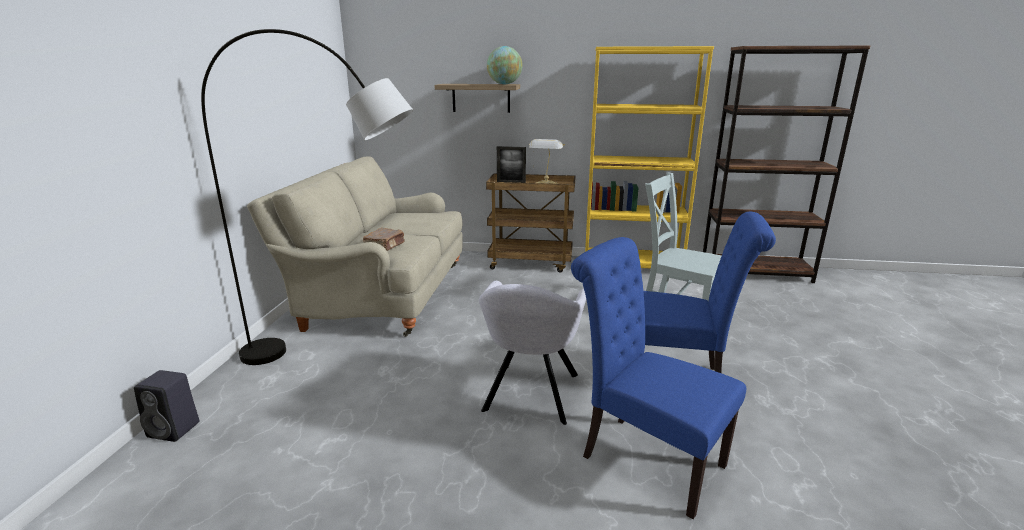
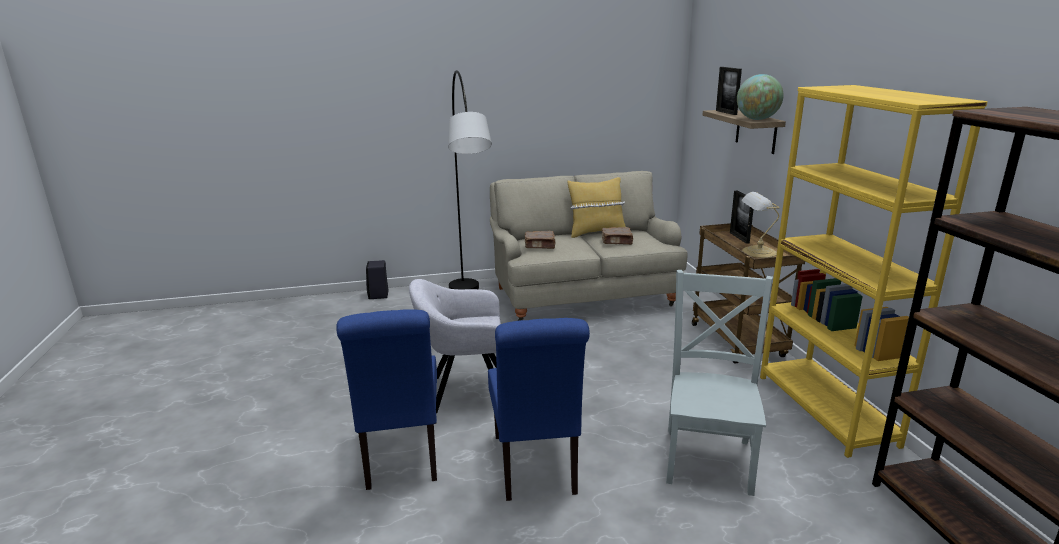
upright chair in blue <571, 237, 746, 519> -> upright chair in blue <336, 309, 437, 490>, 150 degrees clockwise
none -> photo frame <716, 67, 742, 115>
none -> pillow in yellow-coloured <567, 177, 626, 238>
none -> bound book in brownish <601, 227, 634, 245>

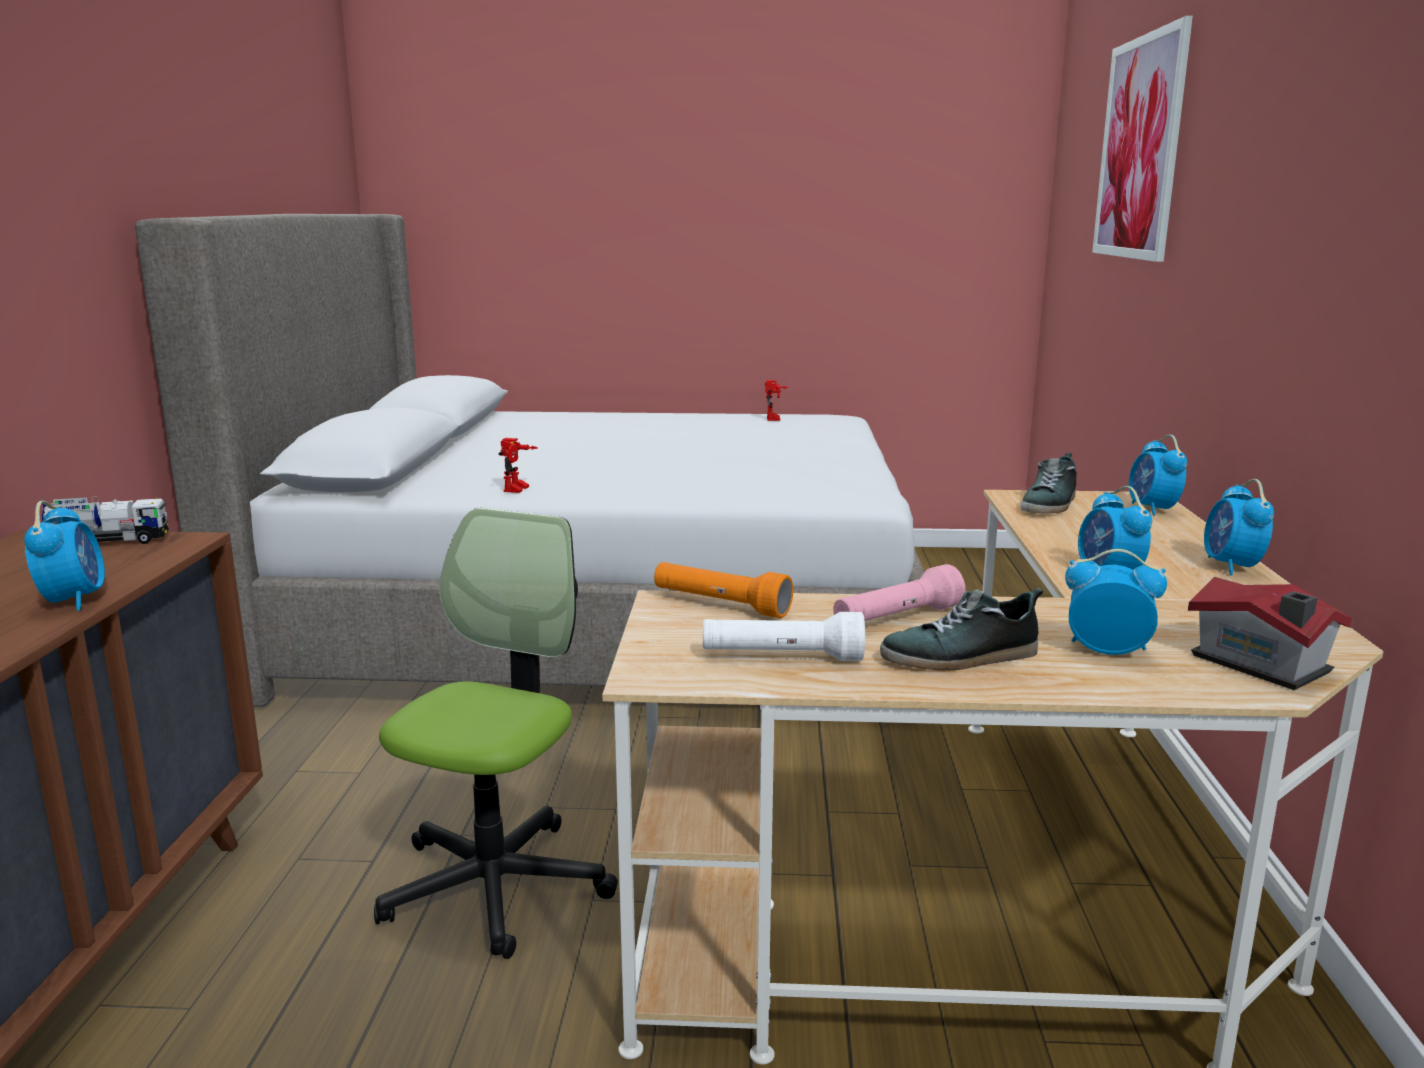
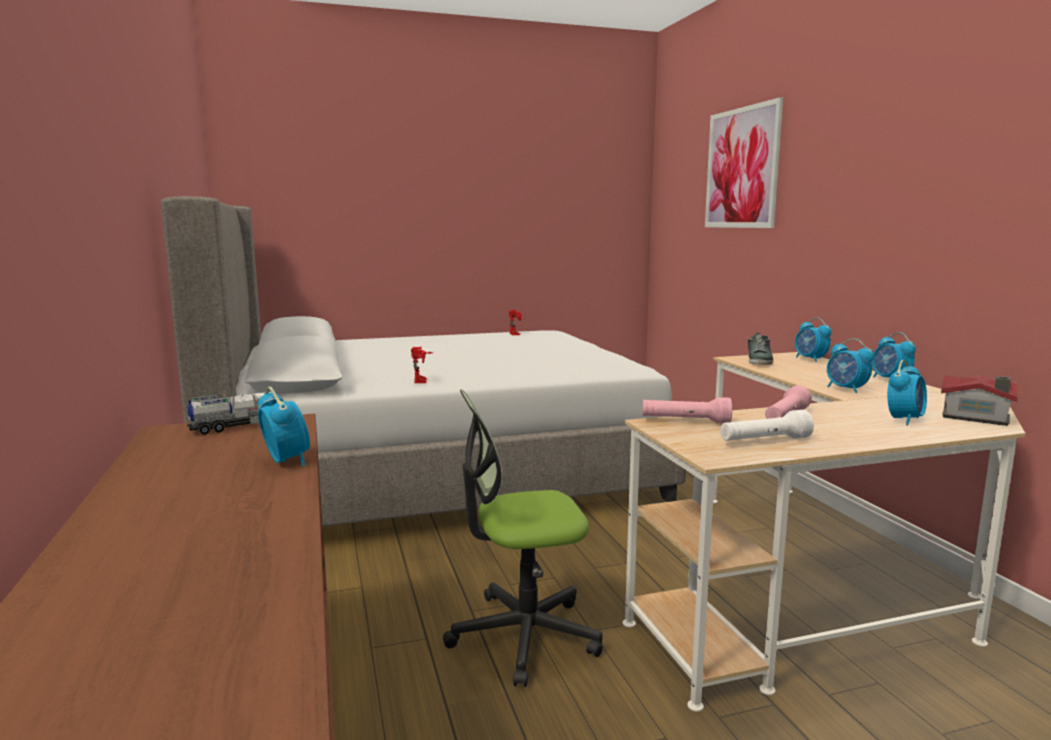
desk chair <374, 508, 618, 959> -> desk chair <443, 389, 603, 687>, 105 degrees counterclockwise
table clock <1065, 549, 1167, 655> -> table clock <887, 360, 927, 425>, 135 degrees clockwise
flashlight in orange-coloured <654, 562, 793, 618> -> flashlight in pinkish <642, 397, 732, 424>
low shoe <880, 588, 1043, 671> -> none

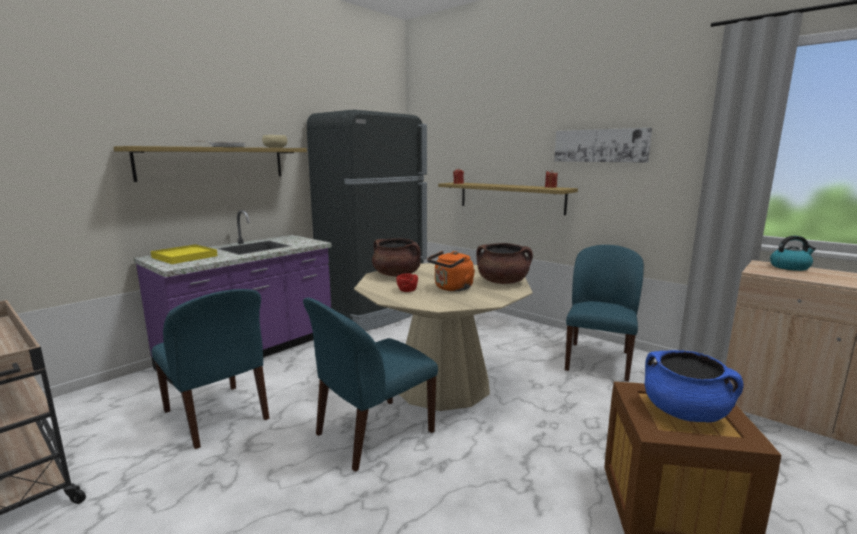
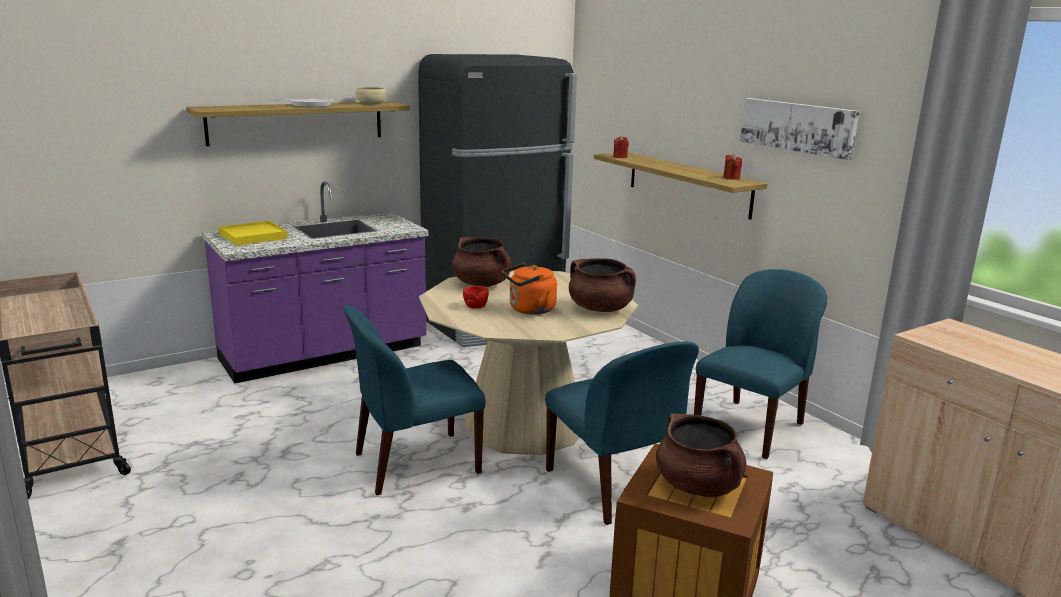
water kettle <770, 236, 816, 271> -> none
upright chair in blue <152, 289, 269, 449> -> upright chair in blue <545, 342, 699, 525>, move
saucepot in blue <645, 350, 743, 422> -> saucepot in brownish <656, 414, 746, 497>

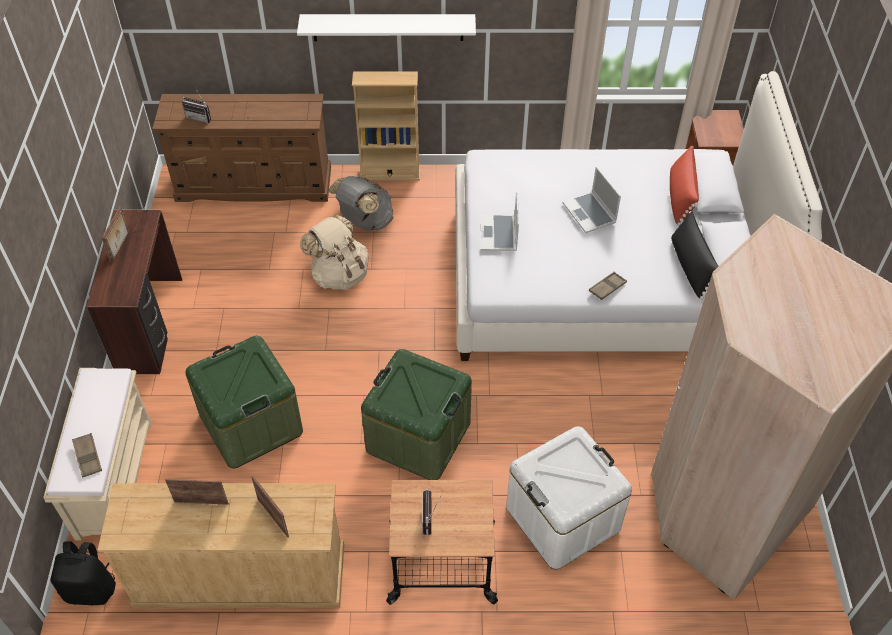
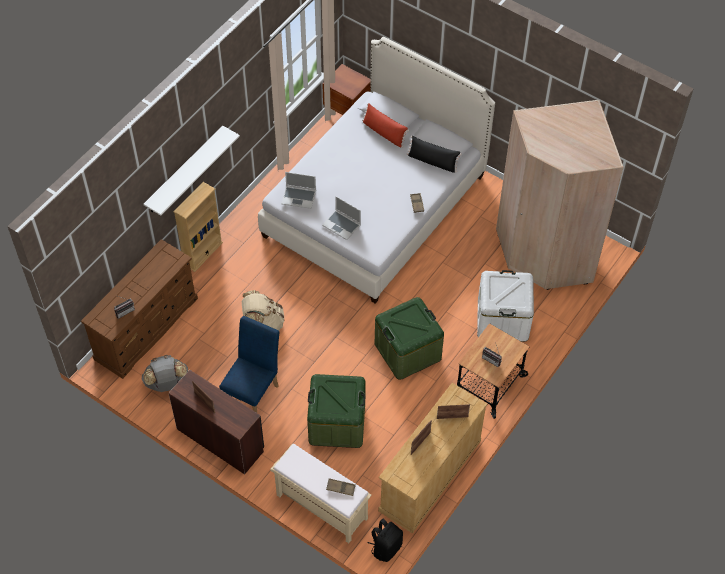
portable computer <563, 167, 621, 233> -> portable computer <281, 172, 316, 209>, move
knapsack in greyish <328, 176, 393, 231> -> knapsack in greyish <142, 355, 188, 392>, move
none -> upright chair in blue <219, 316, 279, 413>

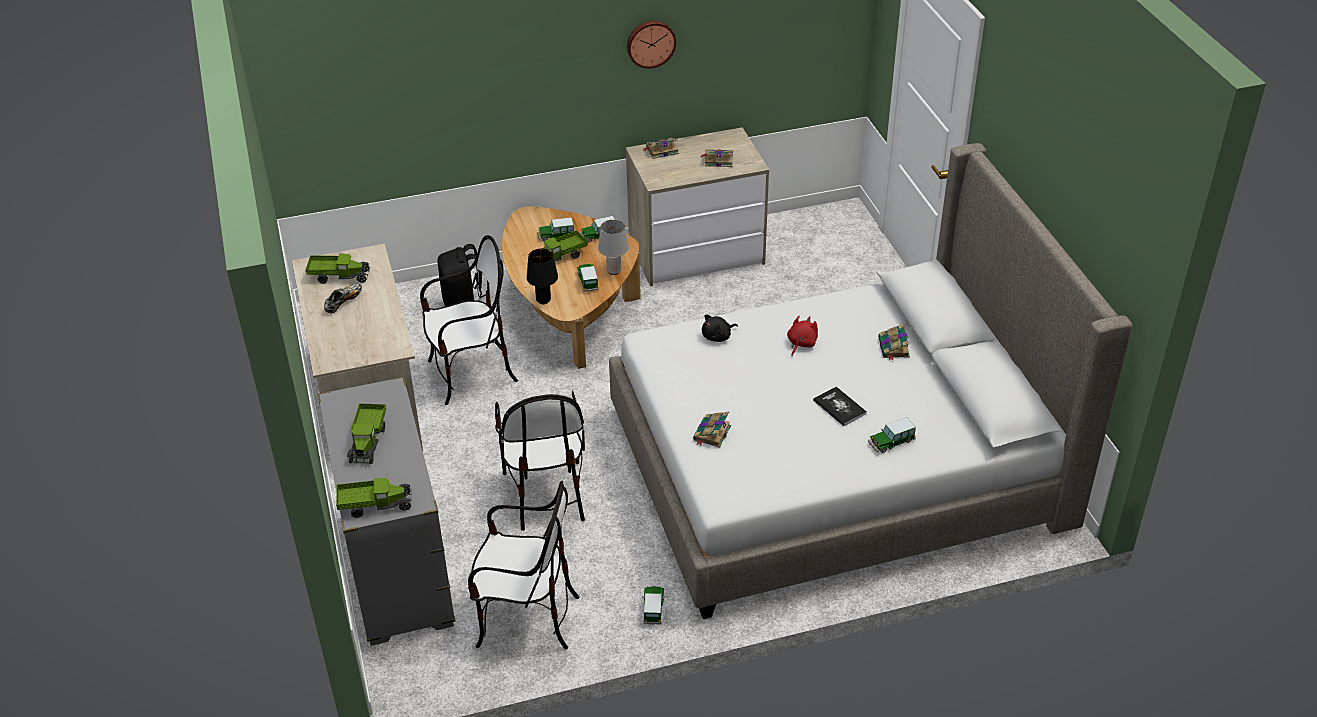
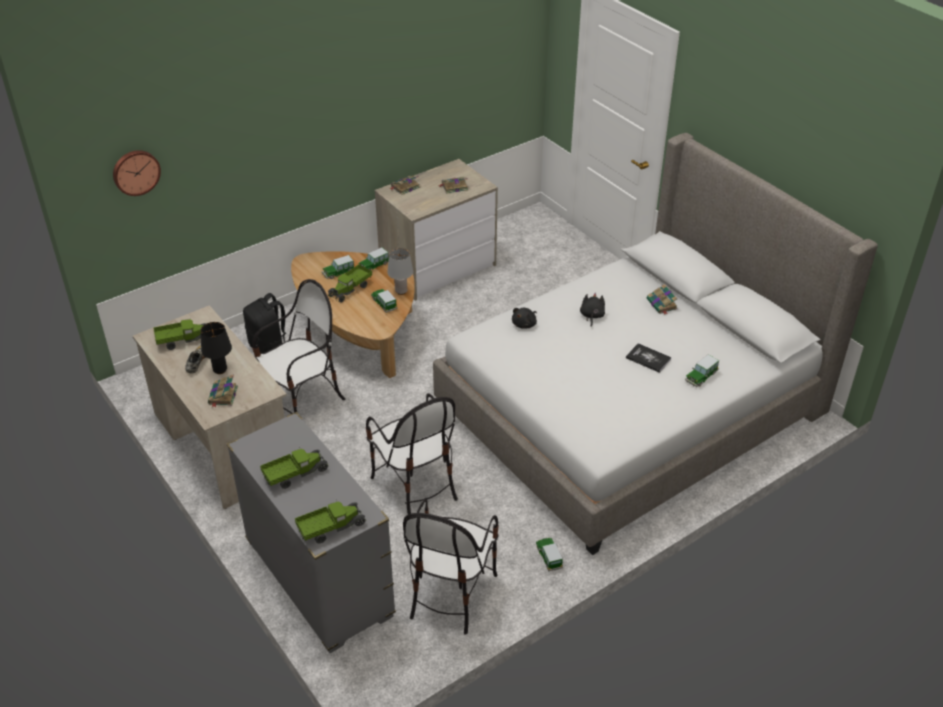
hanging clock <627, 21, 676, 69> -> hanging clock <113, 150, 161, 196>, move
table lamp in blackish <527, 249, 558, 304> -> table lamp in blackish <201, 322, 232, 374>, move
plush toy in reddish <787, 316, 818, 356> -> plush toy in blackish <580, 293, 605, 327>
toy truck <347, 403, 386, 464> -> toy truck <260, 447, 329, 489>, 105 degrees counterclockwise
bound book <693, 412, 731, 448> -> bound book <208, 375, 238, 408>, move
upright chair <468, 481, 579, 649> -> upright chair <403, 498, 499, 635>, 120 degrees clockwise

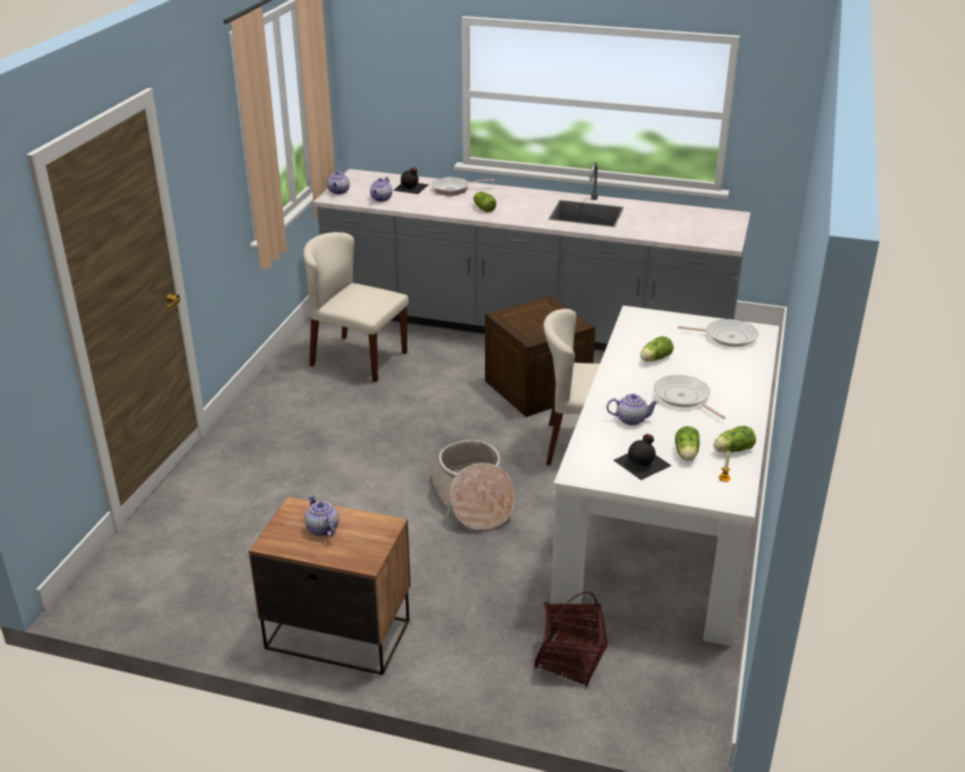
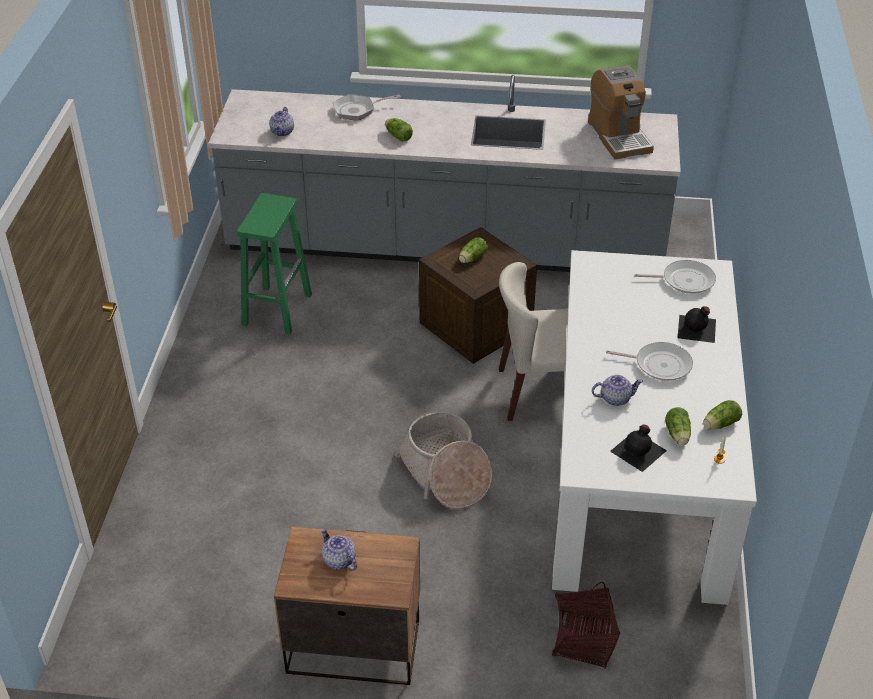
beverage bottle in blackish <393, 167, 428, 194> -> beverage bottle in blackish <677, 306, 716, 343>, move
tea pot <327, 170, 350, 194> -> none
upright chair in sand-coloured <303, 232, 409, 382> -> stool in greenish <237, 193, 312, 335>
head of lettuce <640, 336, 674, 362> -> head of lettuce <459, 237, 488, 263>, move
pan <654, 375, 726, 419> -> pan <606, 342, 693, 381>, 150 degrees clockwise
none -> coffee brewer <588, 65, 654, 159>

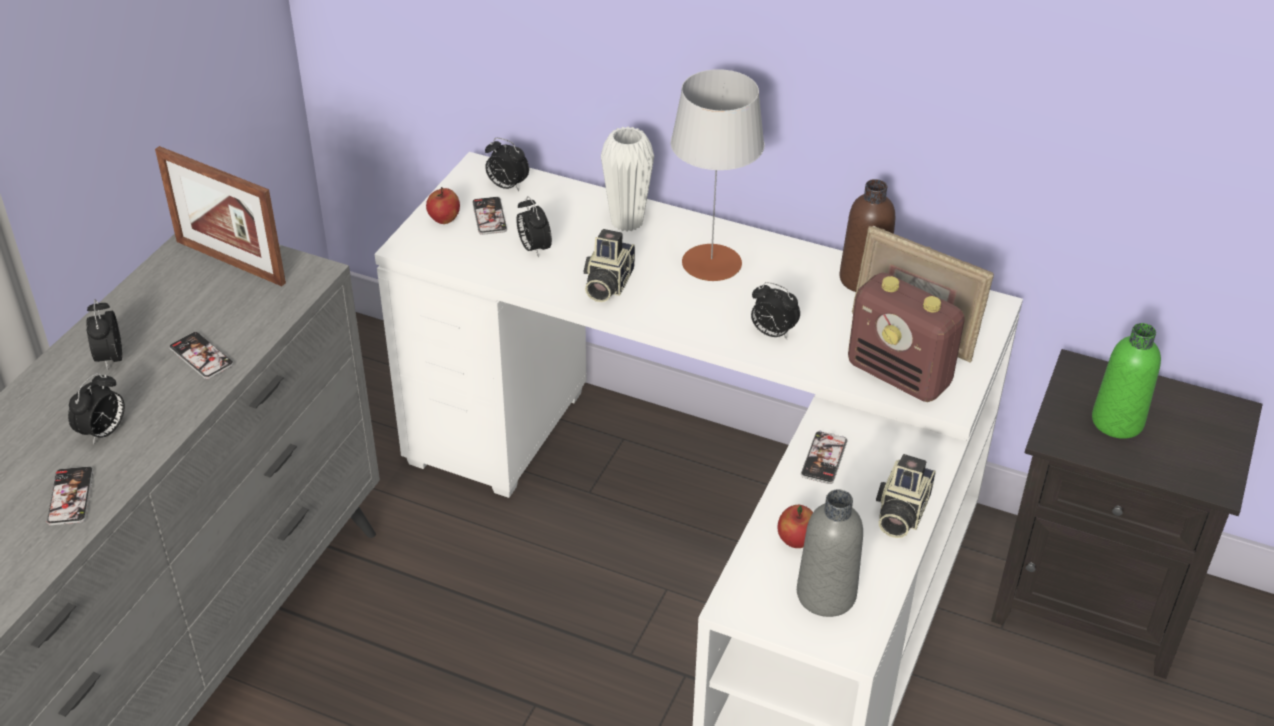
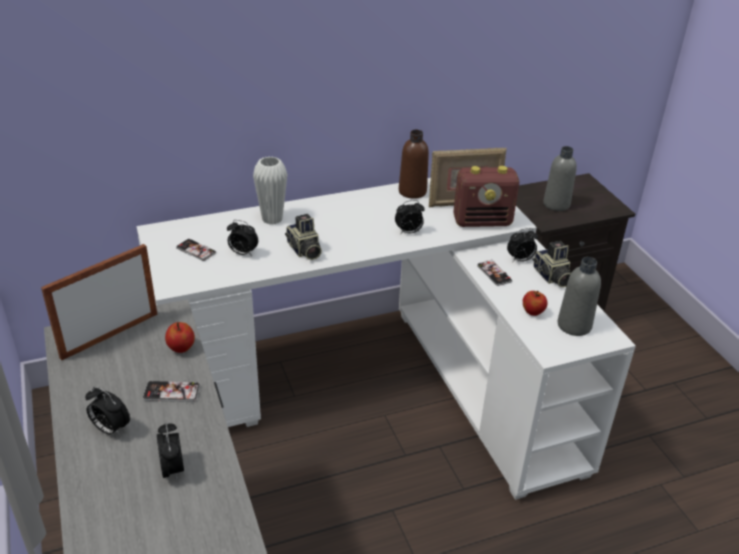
table lamp in greyish <671, 69, 765, 281> -> none
table clock <485, 138, 529, 191> -> table clock <507, 228, 538, 262>, move
photo frame <155, 146, 286, 286> -> photo frame <41, 244, 157, 360>, 150 degrees clockwise
apple fruit <426, 187, 460, 224> -> apple fruit <165, 322, 195, 353>, move
beverage bottle in greenish <1092, 323, 1161, 439> -> beverage bottle in greyish <543, 146, 577, 211>
telephone <47, 466, 94, 526> -> none

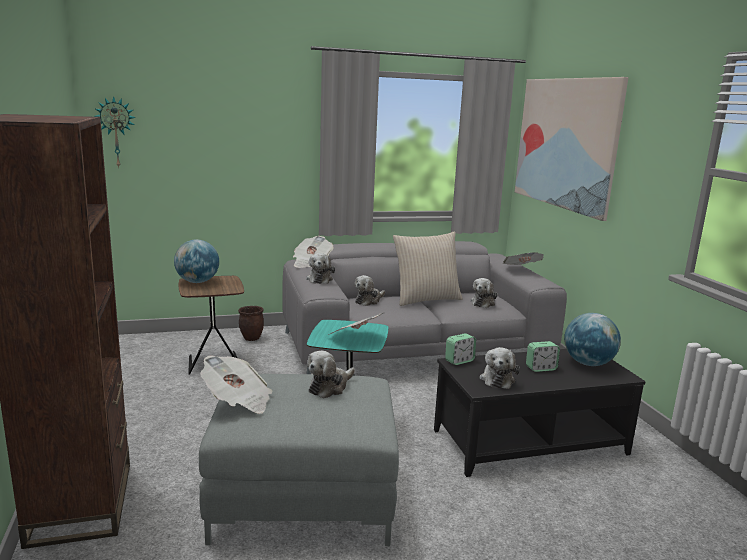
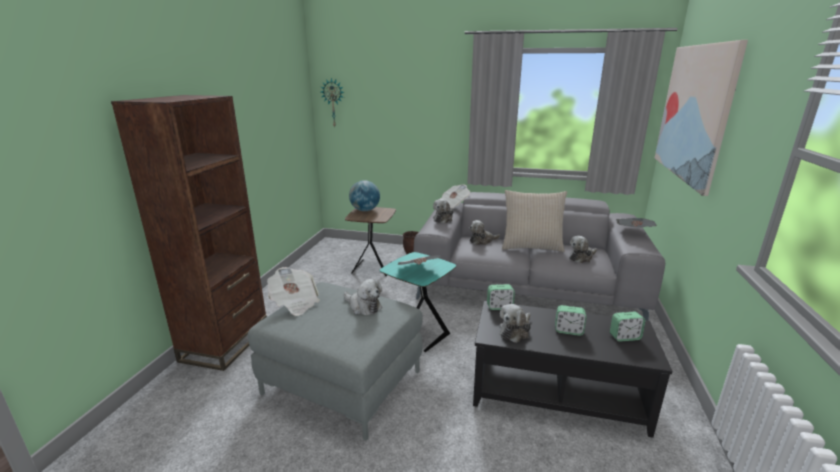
desk globe <564, 313, 621, 366> -> table clock <610, 312, 646, 342>
plush toy <307, 351, 355, 398> -> plush toy <344, 279, 382, 315>, 120 degrees counterclockwise

